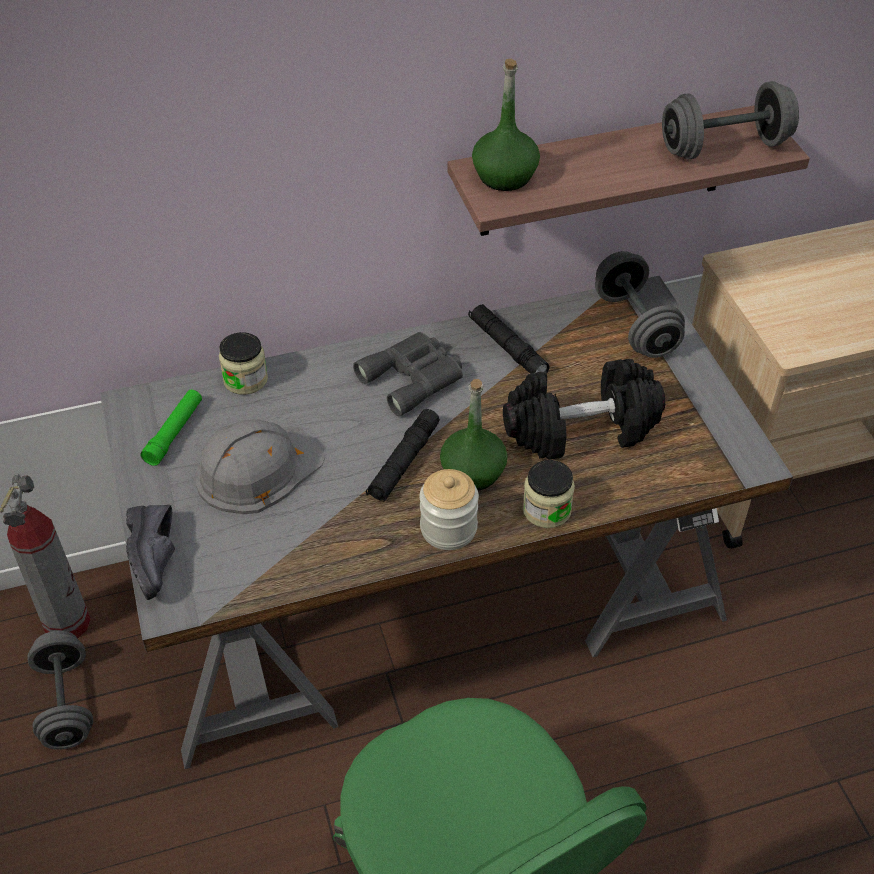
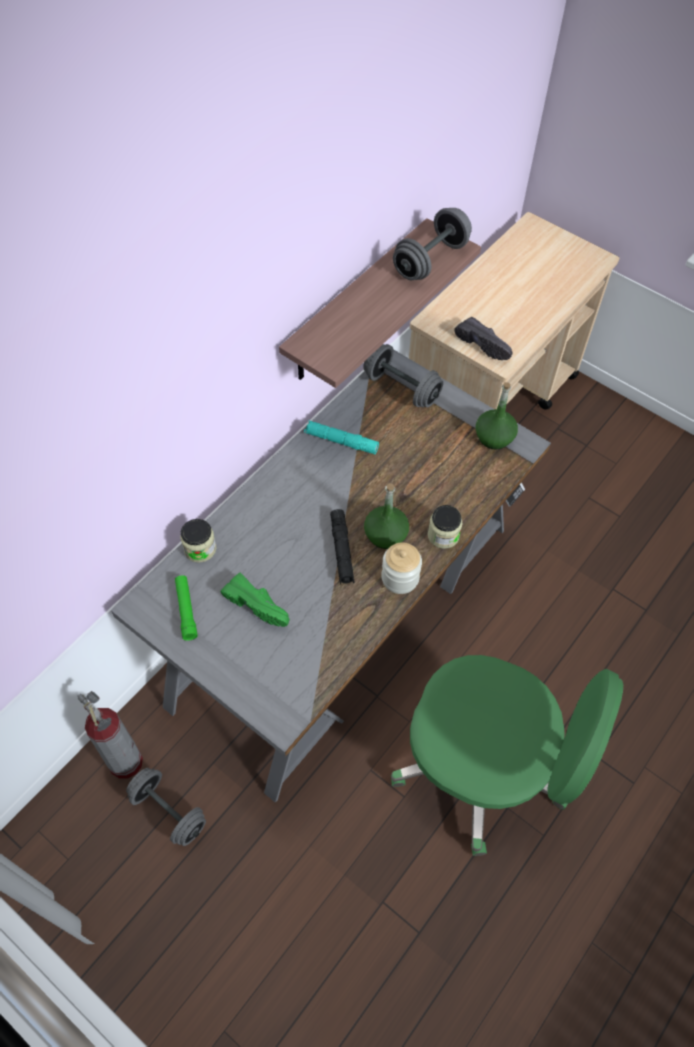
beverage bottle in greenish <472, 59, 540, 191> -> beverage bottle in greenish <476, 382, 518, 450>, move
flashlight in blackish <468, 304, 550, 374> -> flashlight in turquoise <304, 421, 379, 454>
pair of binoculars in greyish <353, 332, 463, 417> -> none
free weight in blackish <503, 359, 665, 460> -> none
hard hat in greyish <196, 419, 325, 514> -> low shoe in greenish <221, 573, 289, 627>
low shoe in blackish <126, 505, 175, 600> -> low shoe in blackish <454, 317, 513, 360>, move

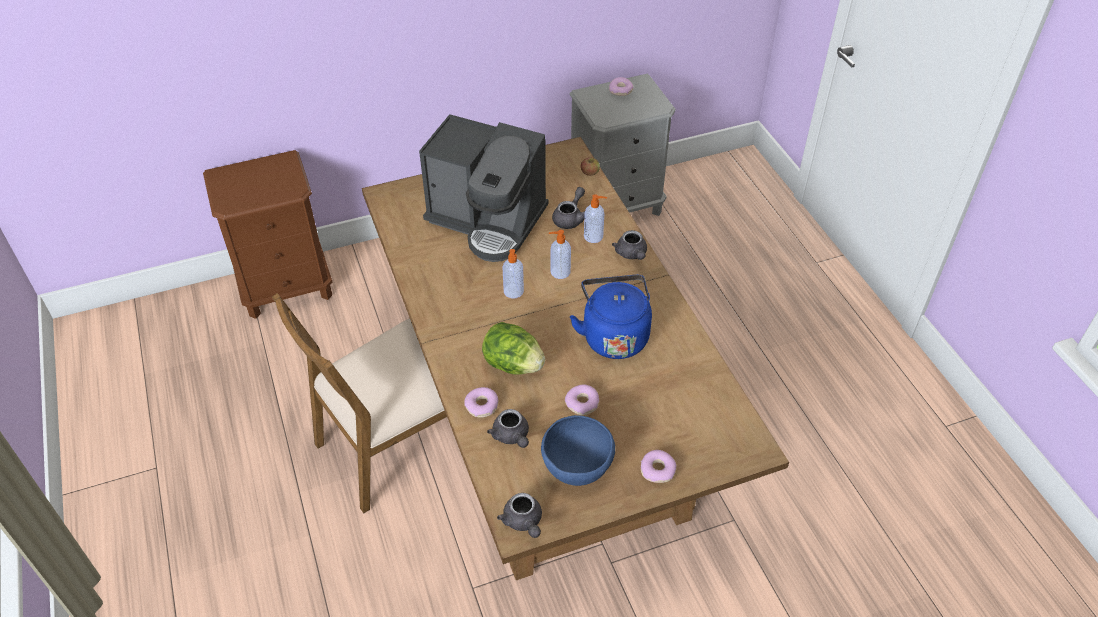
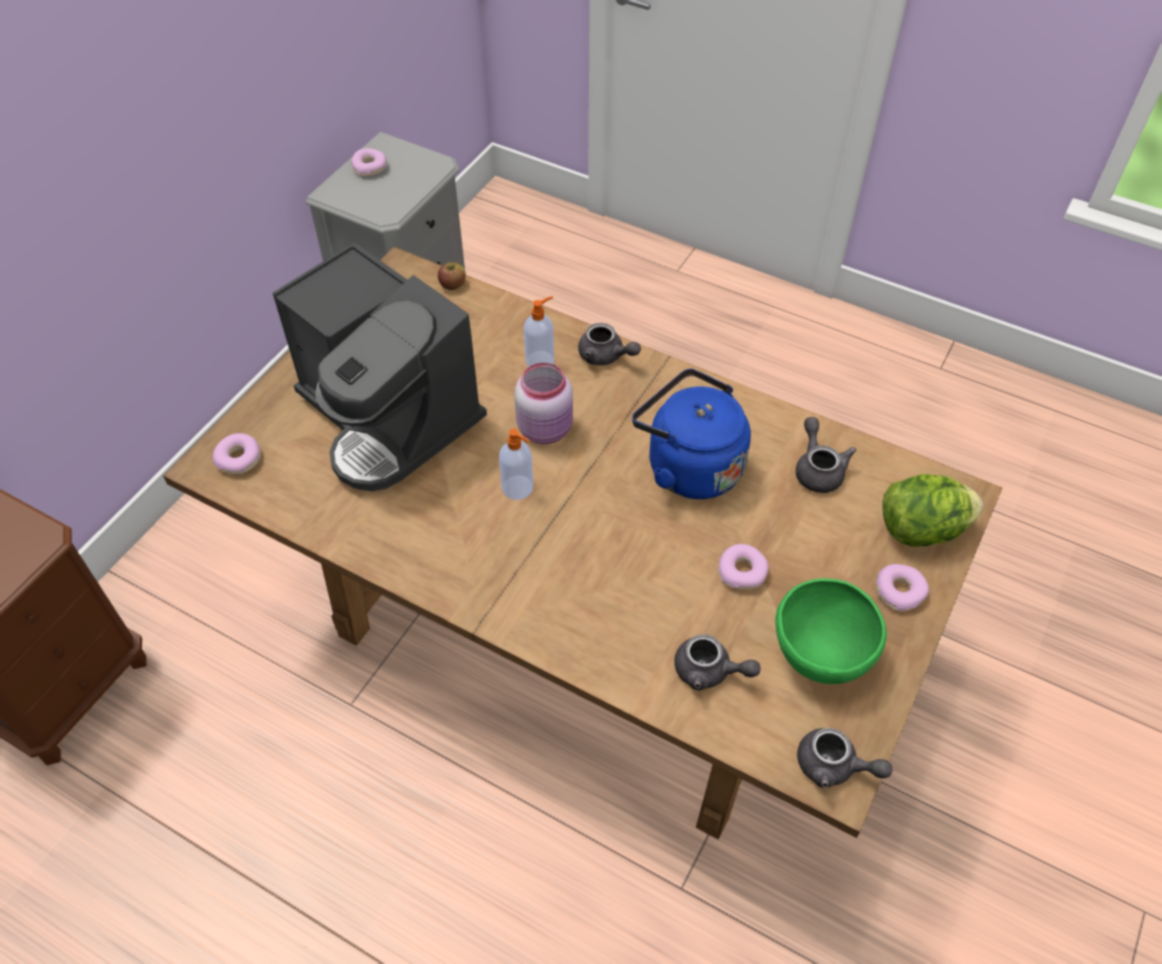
coffee brewer <419, 114, 549, 262> -> coffee brewer <273, 242, 487, 491>, 60 degrees clockwise
tea pot in greyish <552, 187, 585, 229> -> tea pot in greyish <796, 417, 856, 493>, move
soap dispenser <549, 230, 571, 279> -> preserve jar in pinkish <514, 362, 573, 444>
upright chair in brownish <272, 293, 447, 513> -> none
head of lettuce <482, 322, 545, 375> -> head of lettuce <883, 474, 983, 546>, move
doughnut <465, 387, 498, 418> -> doughnut <212, 433, 261, 474>, move
bowl in blue <541, 415, 615, 486> -> bowl in greenish <775, 579, 887, 684>

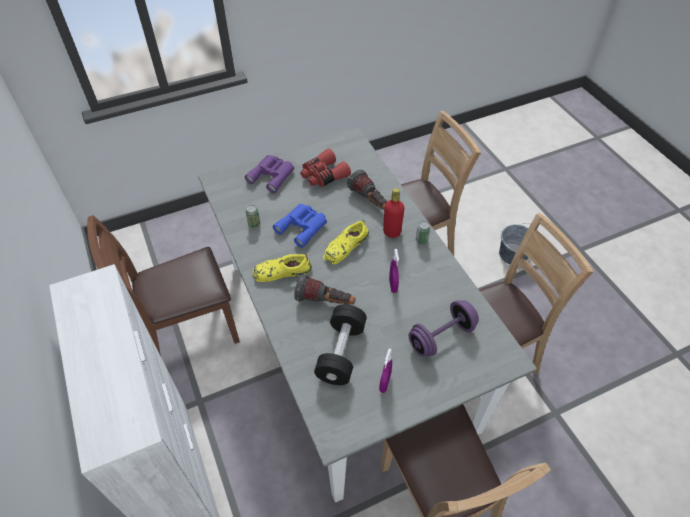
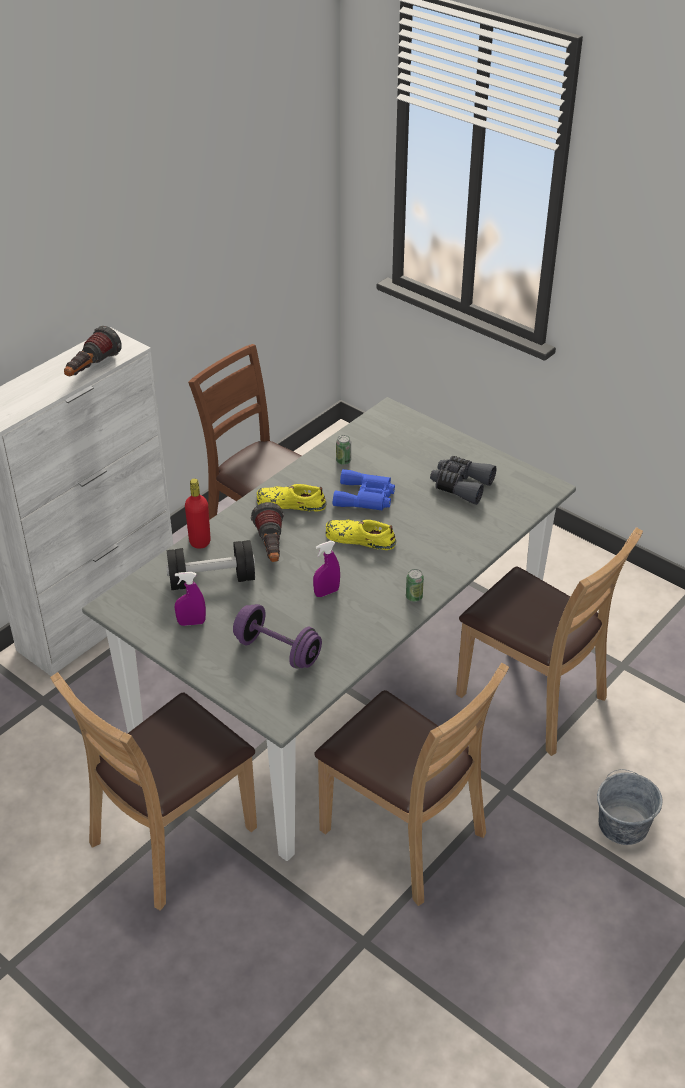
pair of binoculars in reddish <300, 149, 351, 187> -> pair of binoculars in greyish <430, 456, 497, 505>
pair of binoculars in purple <245, 155, 294, 193> -> none
flashlight <347, 170, 387, 210> -> flashlight <64, 326, 122, 376>, move
beverage bottle in reddish <383, 188, 404, 238> -> beverage bottle in reddish <185, 479, 211, 549>, move
low shoe in yellow-coloured <252, 254, 312, 282> -> low shoe in yellow-coloured <257, 484, 327, 512>, 45 degrees counterclockwise

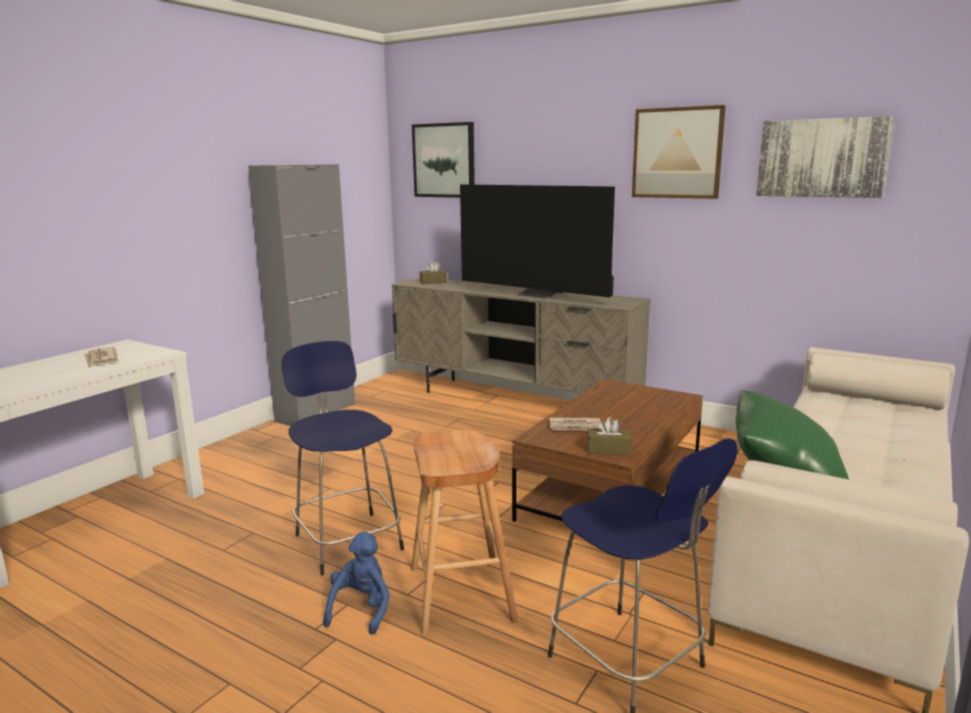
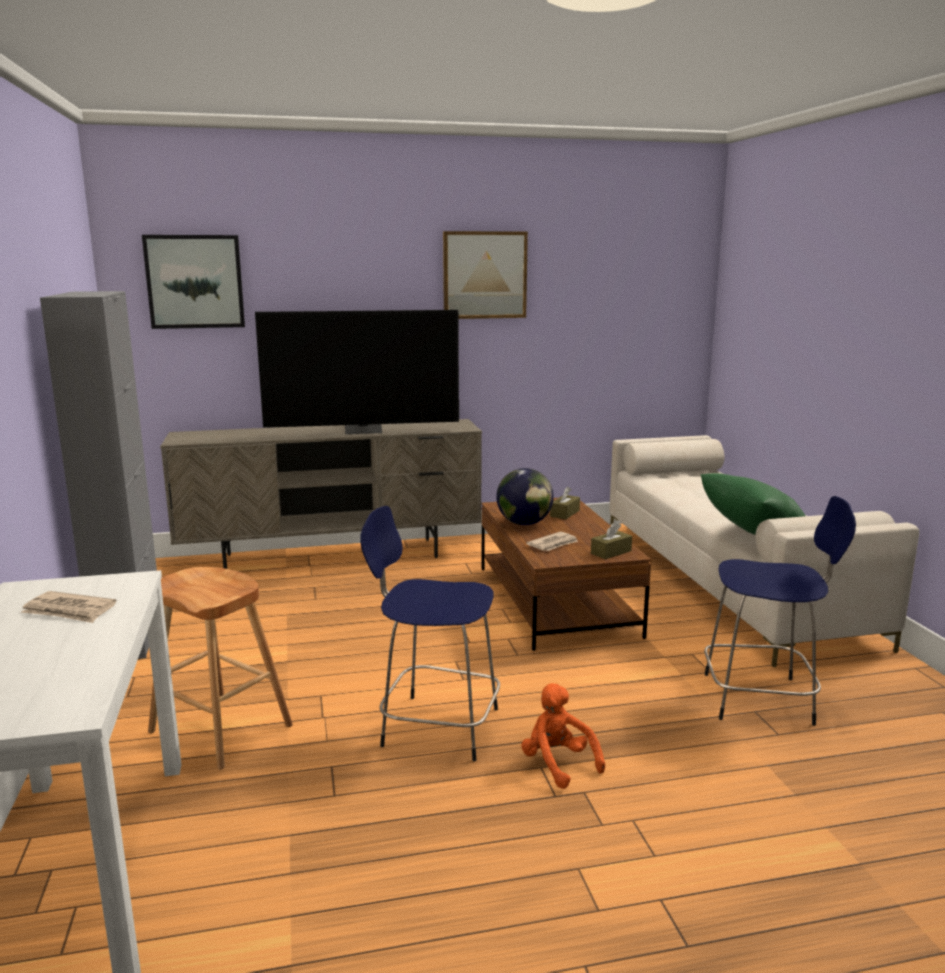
wall art <756, 116, 894, 198> -> none
tissue box in brownish <420, 261, 447, 284> -> tissue box in brownish <550, 486, 580, 519>, move
stool in brownish <411, 430, 518, 636> -> stool in brownish <148, 567, 293, 769>, move
plush toy in blue <323, 532, 390, 635> -> plush toy in orange-coloured <521, 683, 605, 789>
none -> desk globe <496, 468, 554, 525>

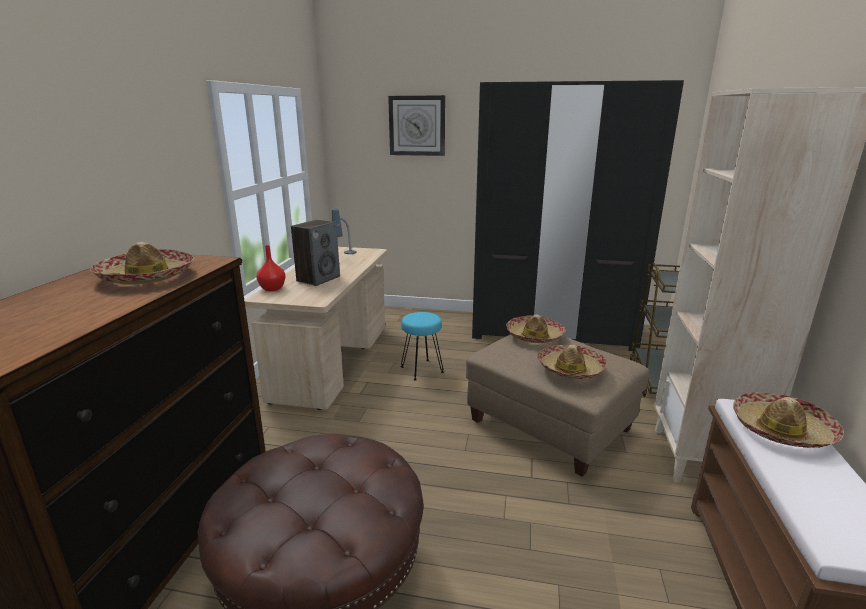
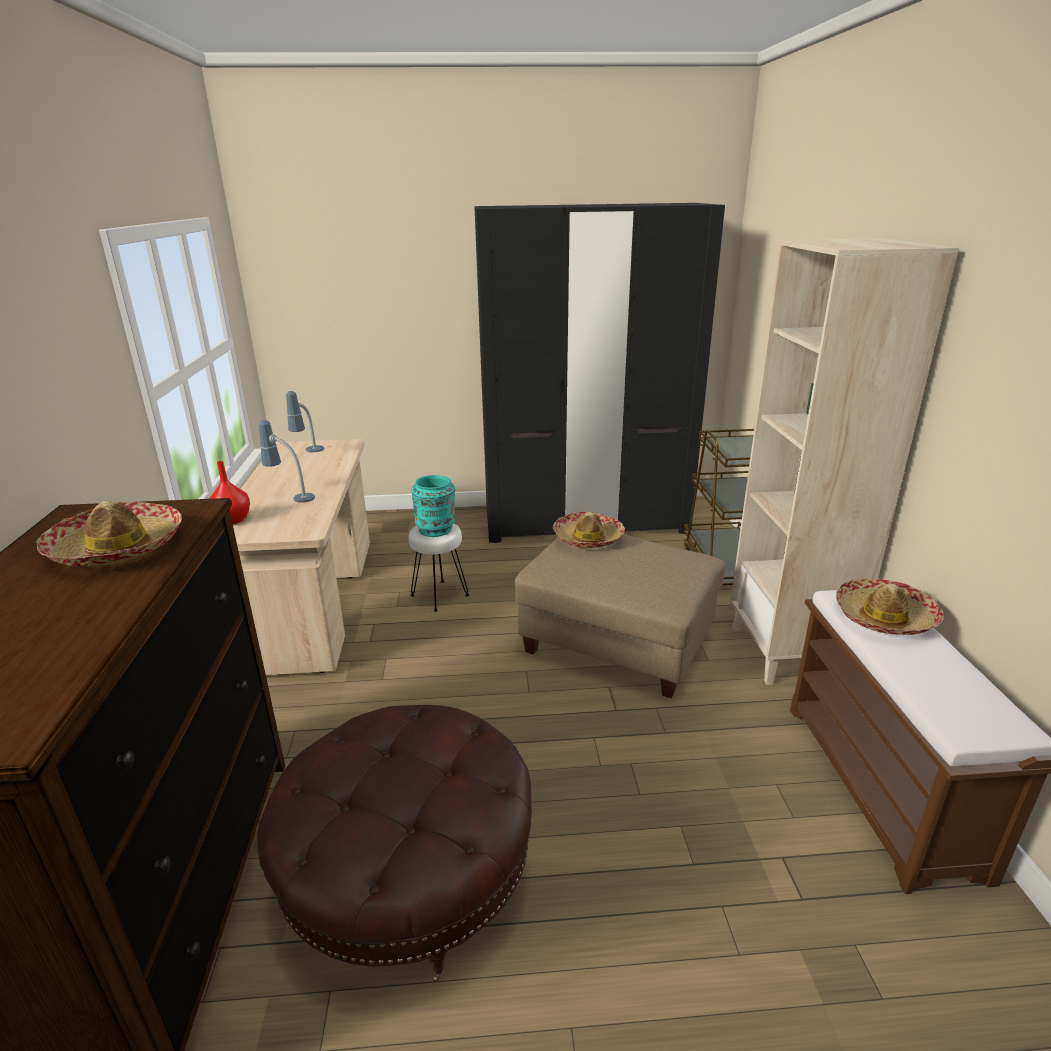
hanging clock <388, 95, 445, 156> -> none
speaker <291, 220, 340, 286> -> table lamp <259, 420, 315, 503>
stool in turquoise <401, 312, 444, 381> -> stool in white-coloured <408, 524, 469, 612>
hat <537, 345, 607, 379> -> none
none -> flower vase in turquoise <411, 475, 455, 537>

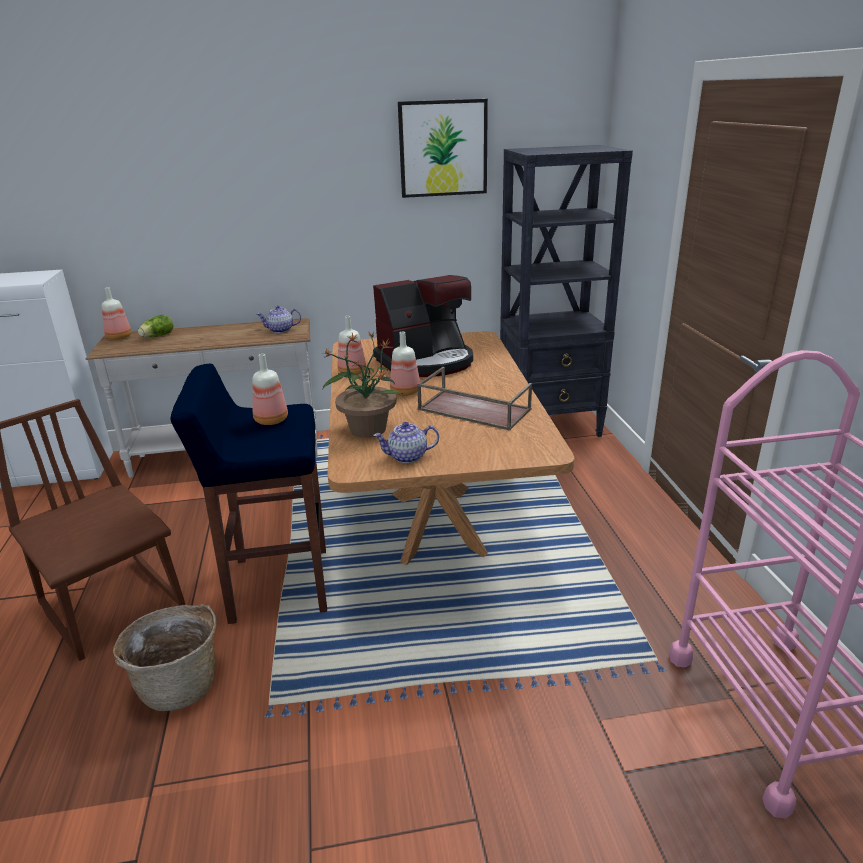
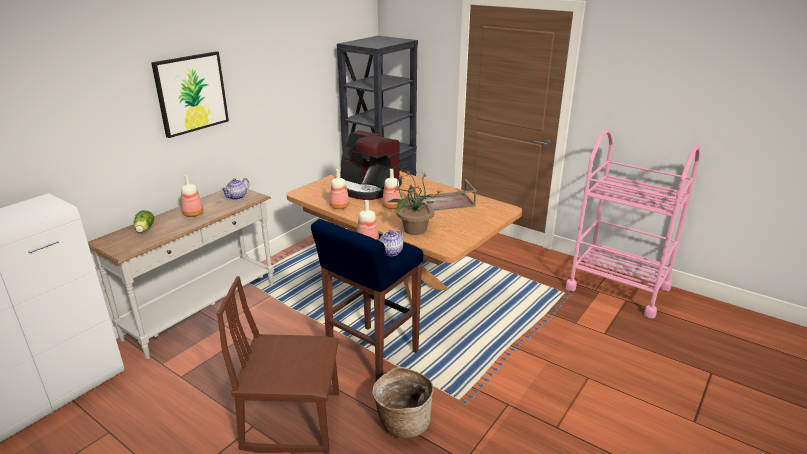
wall art <398, 99, 488, 198> -> wall art <151, 52, 229, 138>, move
coffee brewer <373, 275, 473, 377> -> coffee brewer <340, 130, 402, 200>, 105 degrees clockwise
beverage bottle <102, 287, 131, 340> -> beverage bottle <181, 175, 204, 217>, move
tea pot <373, 422, 439, 463> -> tea pot <379, 228, 404, 256>, move

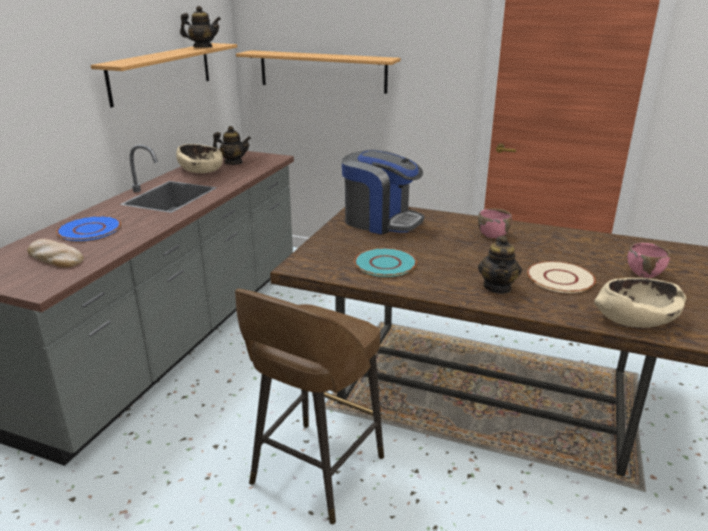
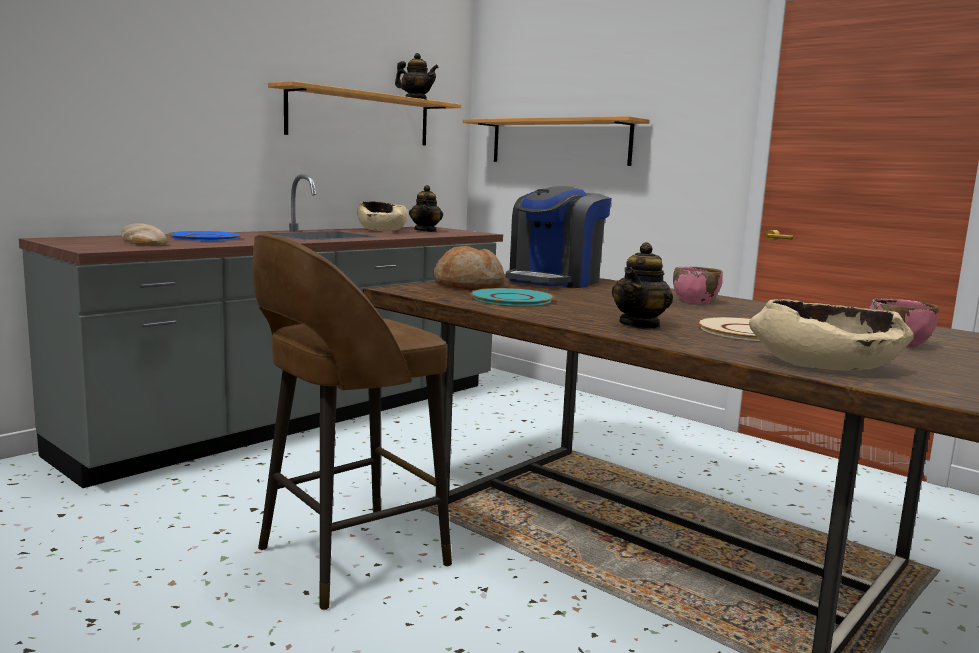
tea pot <213, 126, 251, 165> -> tea pot <409, 185, 443, 232>, 60 degrees clockwise
coffee brewer <342, 150, 424, 235> -> coffee brewer <506, 186, 612, 288>, 75 degrees clockwise
none -> bread <433, 246, 505, 290>

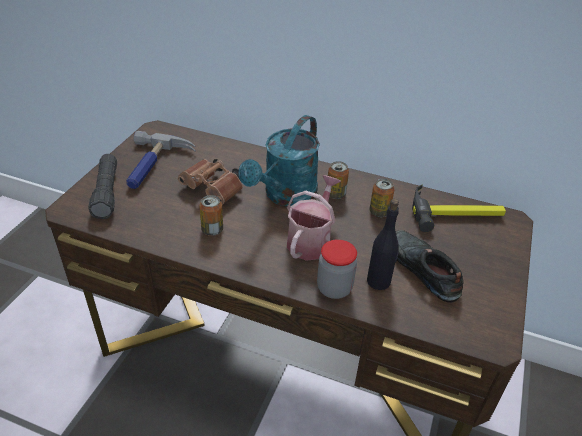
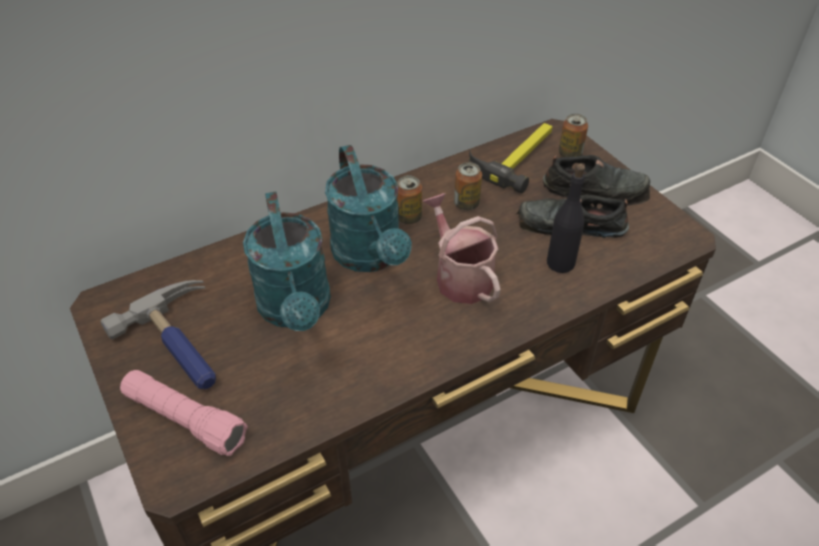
flashlight in blackish <88, 154, 117, 219> -> flashlight in pinkish <120, 370, 248, 456>
pair of binoculars in brownish <178, 159, 243, 205> -> sprinkling can in turquoise <243, 192, 331, 331>
sealed can <199, 195, 223, 236> -> sealed can <559, 114, 588, 157>, move
preserve jar <317, 240, 357, 299> -> none
none -> low shoe in blackish <543, 155, 650, 206>

